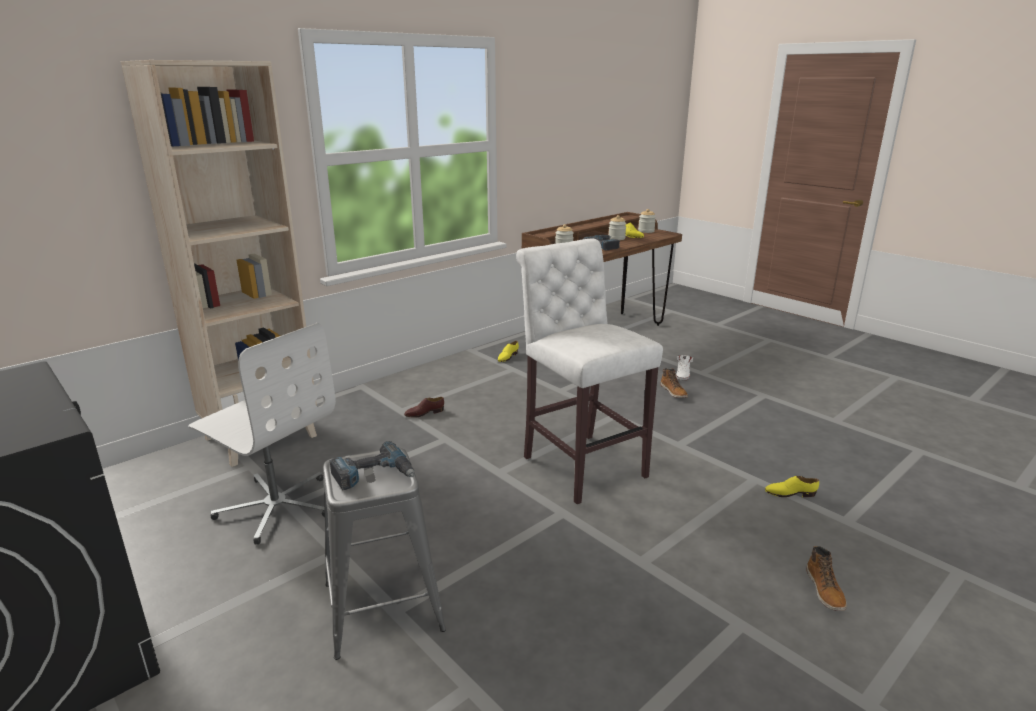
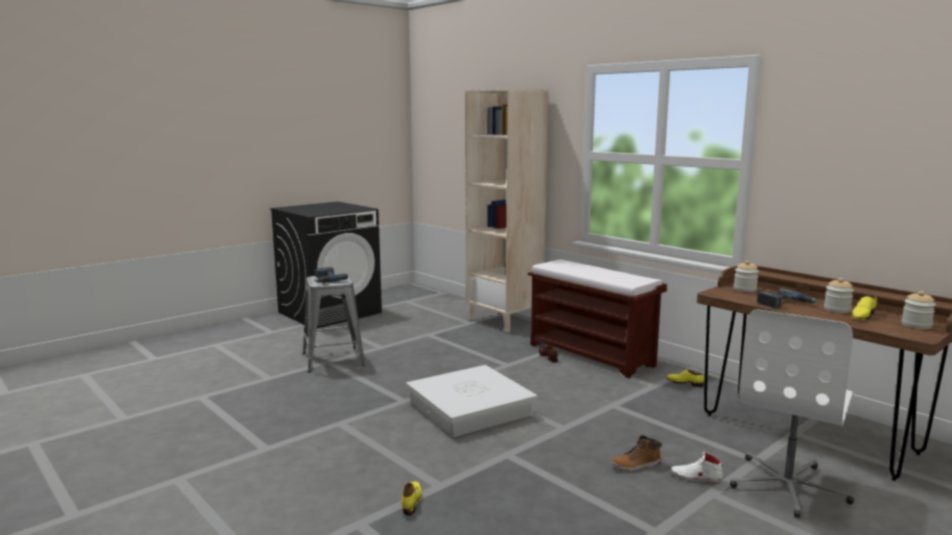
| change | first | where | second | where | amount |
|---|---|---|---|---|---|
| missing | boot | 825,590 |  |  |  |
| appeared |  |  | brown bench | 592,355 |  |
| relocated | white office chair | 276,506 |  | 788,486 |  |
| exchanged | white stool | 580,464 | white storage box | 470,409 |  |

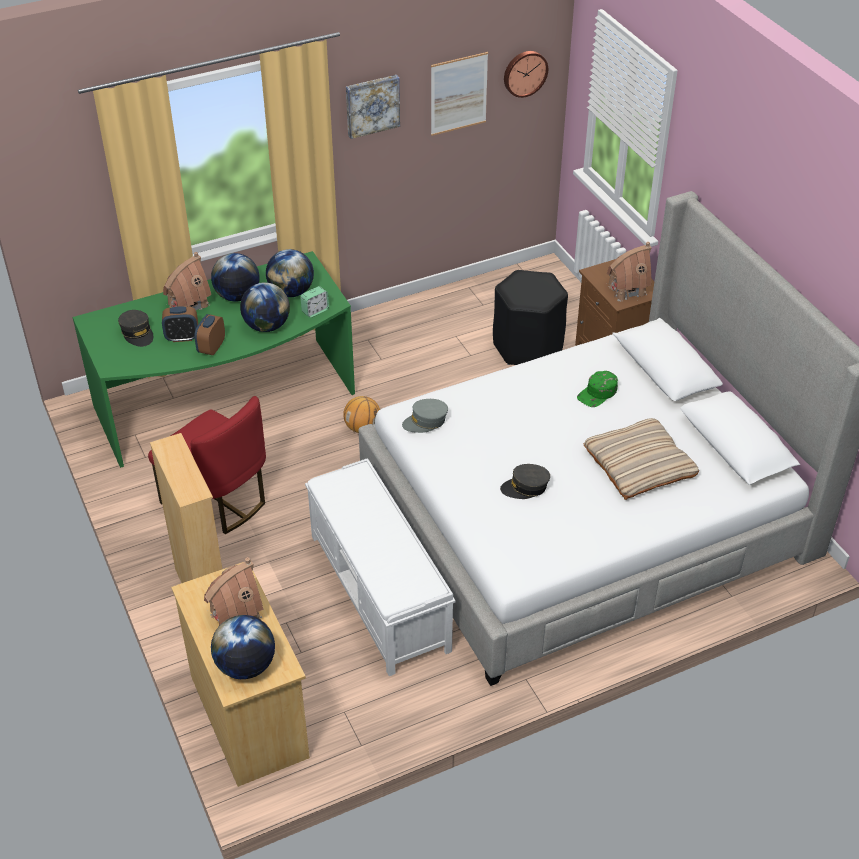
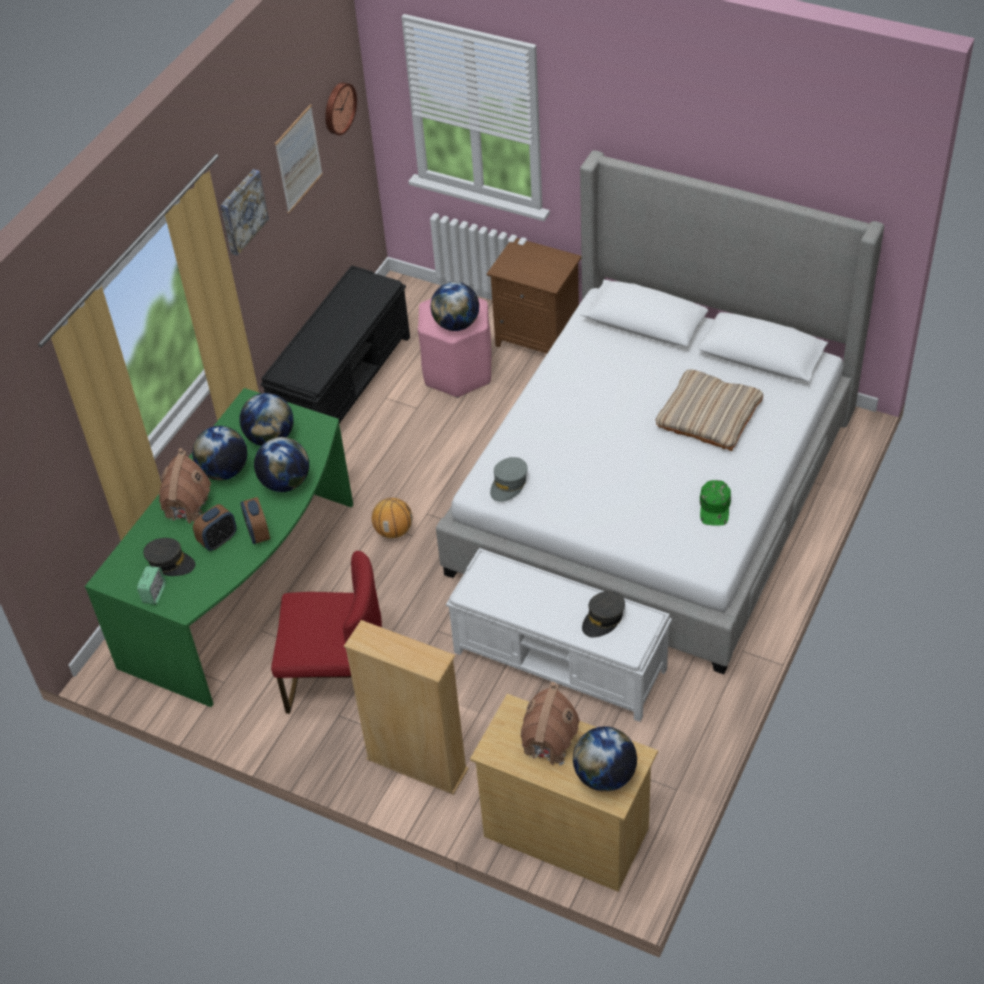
| change | first | where | second | where | amount |
|---|---|---|---|---|---|
| missing | toy house | 627,289 |  |  |  |
| appeared |  |  | black bench | 344,383 |  |
| appeared |  |  | globe | 456,324 |  |
| relocated | alarm clock | 315,311 |  | 154,593 |  |
| relocated | grey cap | 525,487 |  | 603,619 |  |
| relocated | green cap | 597,393 |  | 715,507 |  |
| colour | black stool | 528,347 | pink stool | 458,371 |  |

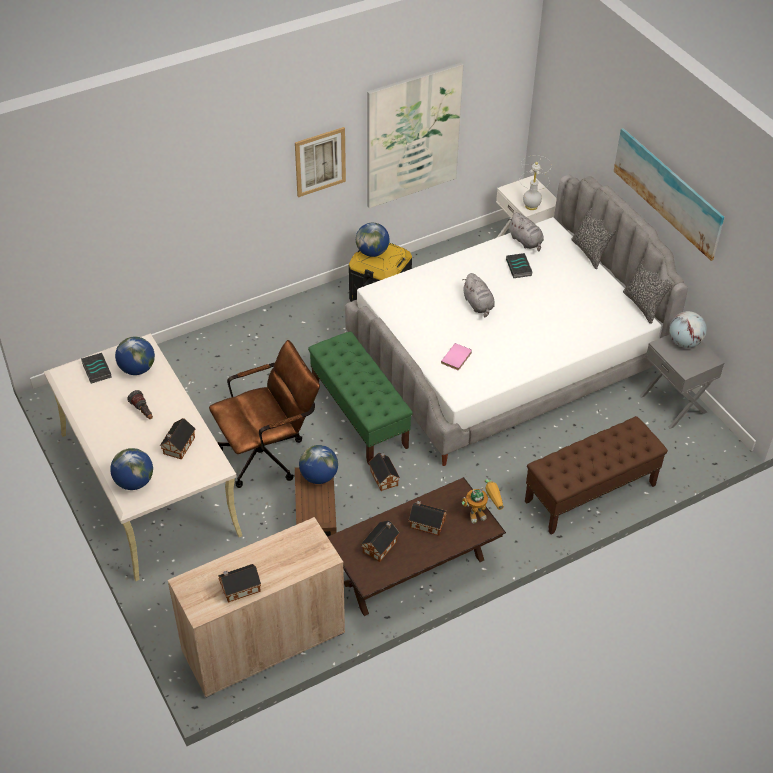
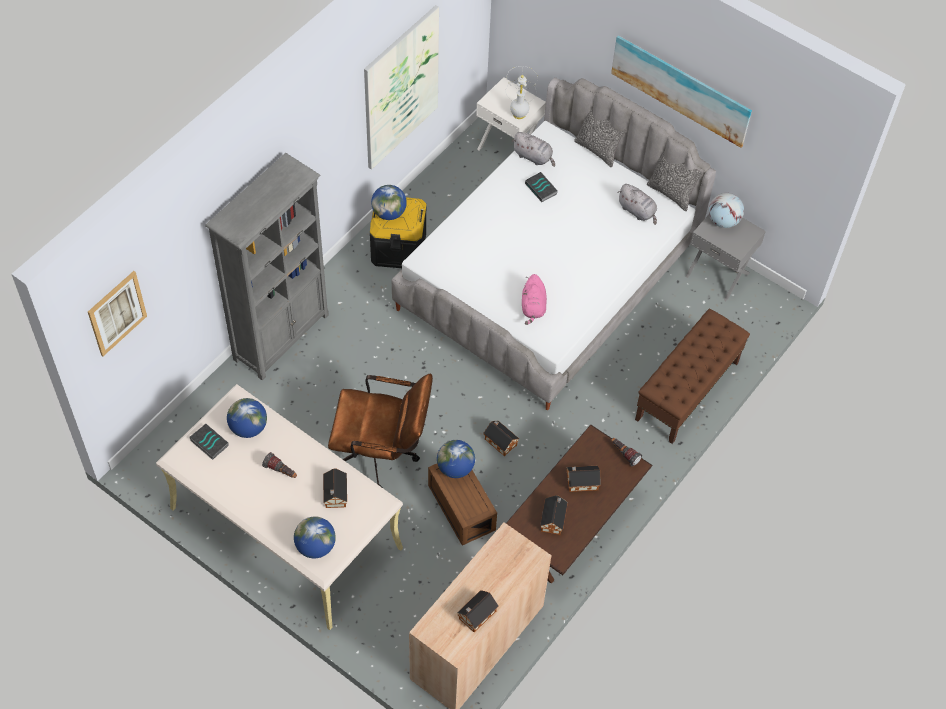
| change | first | where | second | where | amount |
|---|---|---|---|---|---|
| missing | green bench | 359,416 |  |  |  |
| appeared |  |  | grey bookcase | 282,336 |  |
| relocated | picture | 320,161 |  | 117,313 |  |
| relocated | grey plush toy | 478,305 |  | 637,211 |  |
| exchanged | pink book | 457,358 | pink plush toy | 533,307 |  |
| exchanged | toy robot | 482,513 | flashlight | 624,454 |  |
| spun | brown office chair | 269,453 |  | 382,455 | 60 degrees clockwise |

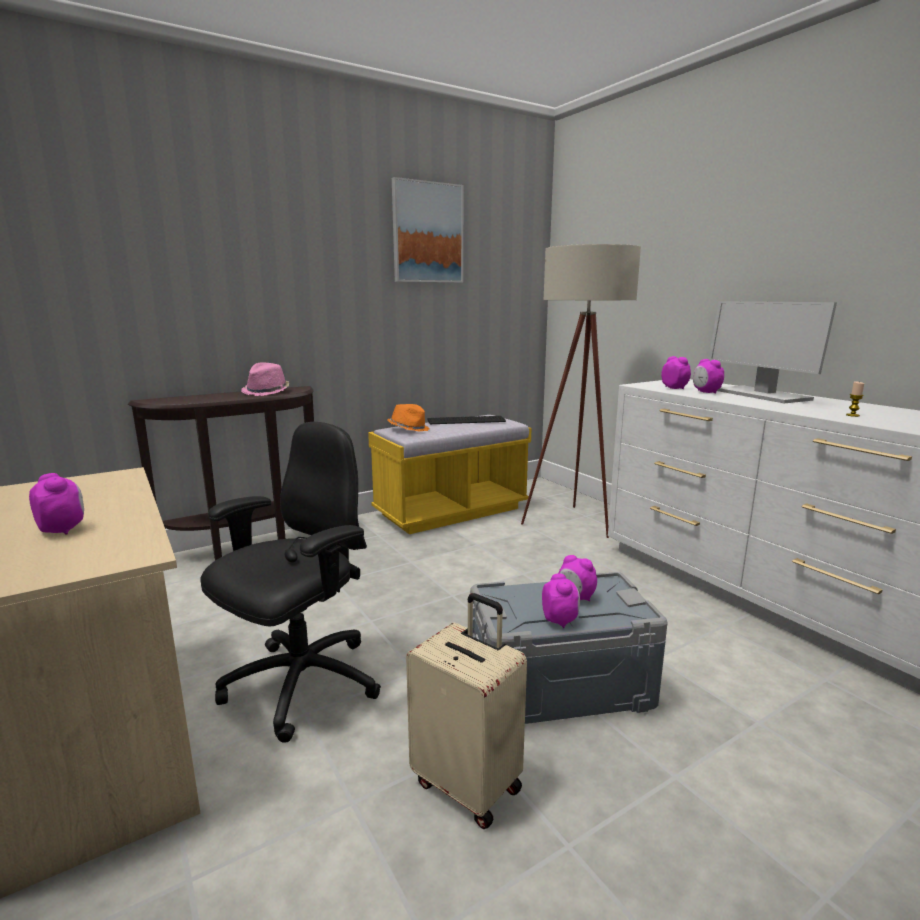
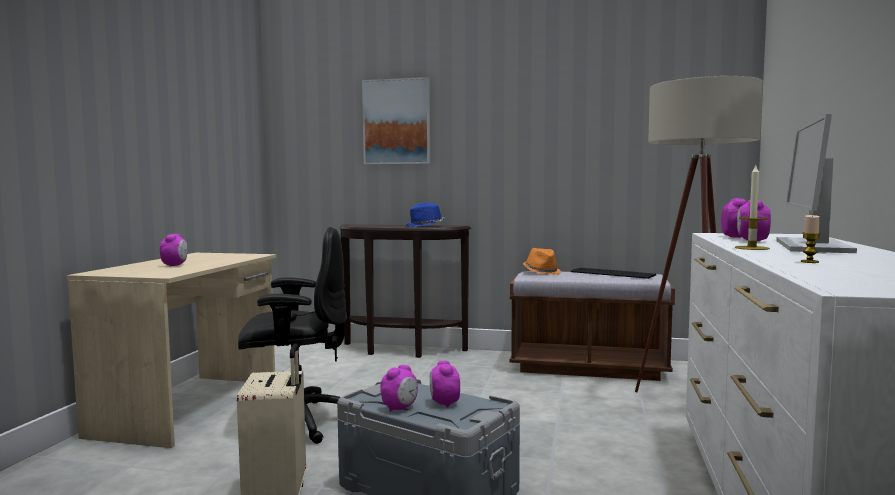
| change | first | where | second | where | amount |
|---|---|---|---|---|---|
| appeared |  |  | candle | 752,248 |  |
| relocated | picture | 427,233 |  | 397,122 |  |
| colour | pink hat | 267,392 | blue hat | 425,226 |  |
| colour | yellow bench | 451,511 | brown bench | 588,367 |  |

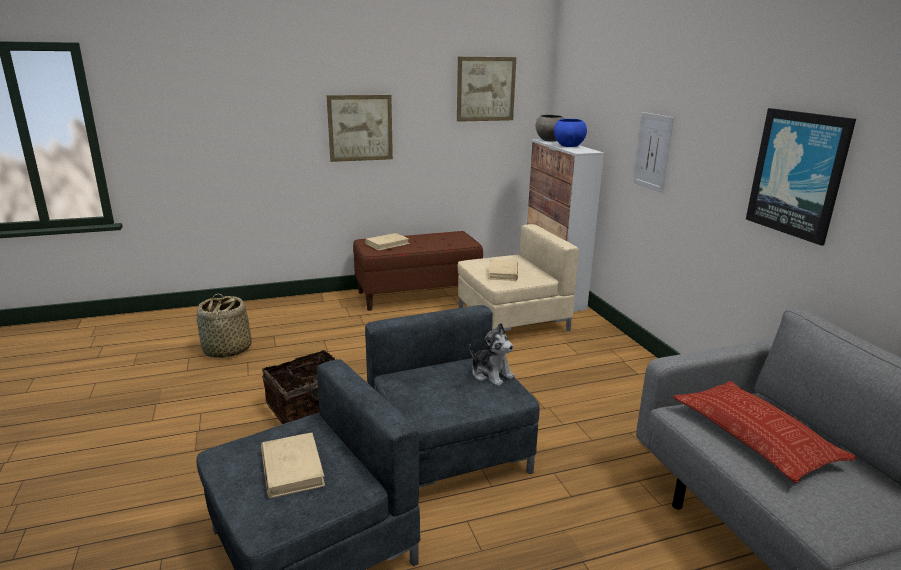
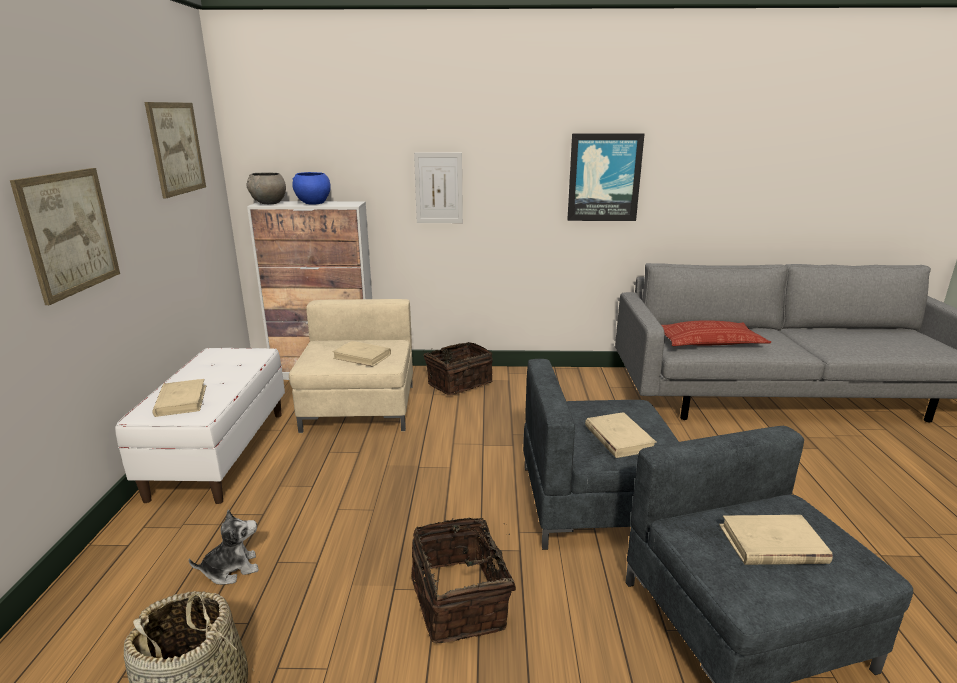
| change | first | where | second | where | amount |
|---|---|---|---|---|---|
| appeared |  |  | basket | 458,383 |  |
| appeared |  |  | beige book | 618,438 |  |
| relocated | plush toy | 491,374 |  | 231,569 |  |
| colour | brown bench | 417,294 | white bench | 220,453 |  |

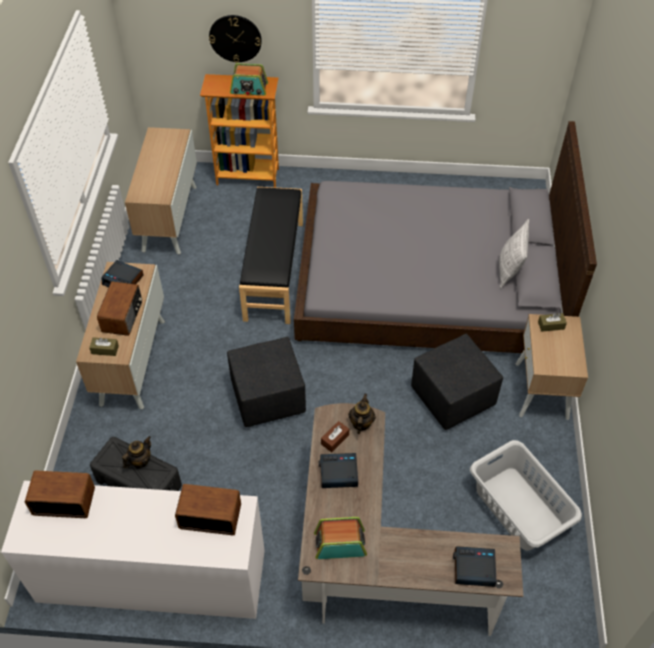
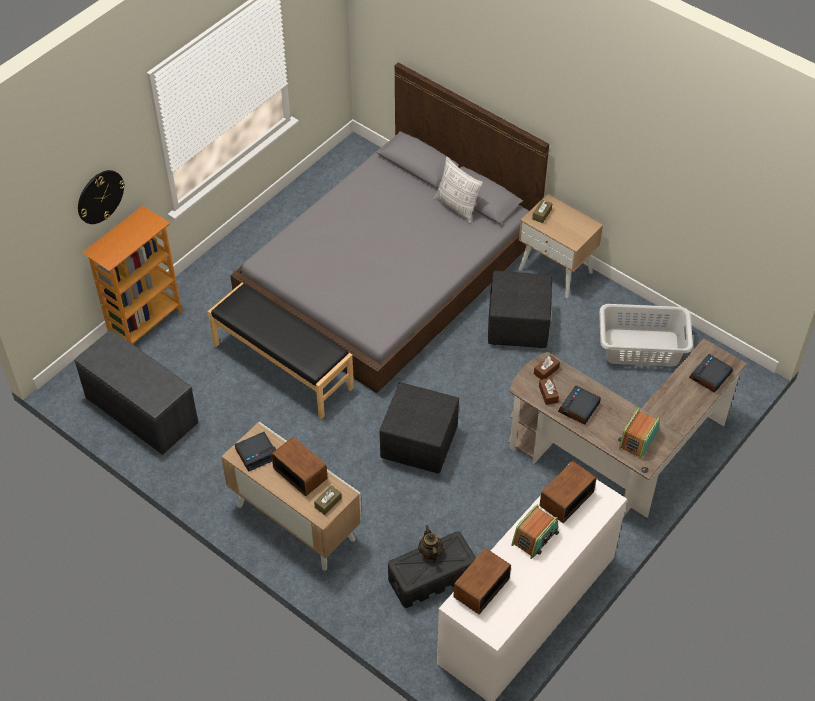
| change | first | where | second | where | amount |
|---|---|---|---|---|---|
| relocated | radio | 249,89 |  | 535,537 |  |
| exchanged | cabinet | 169,217 | grey bench | 140,410 |  |
| exchanged | teapot | 361,423 | brown tissue box | 546,371 |  |

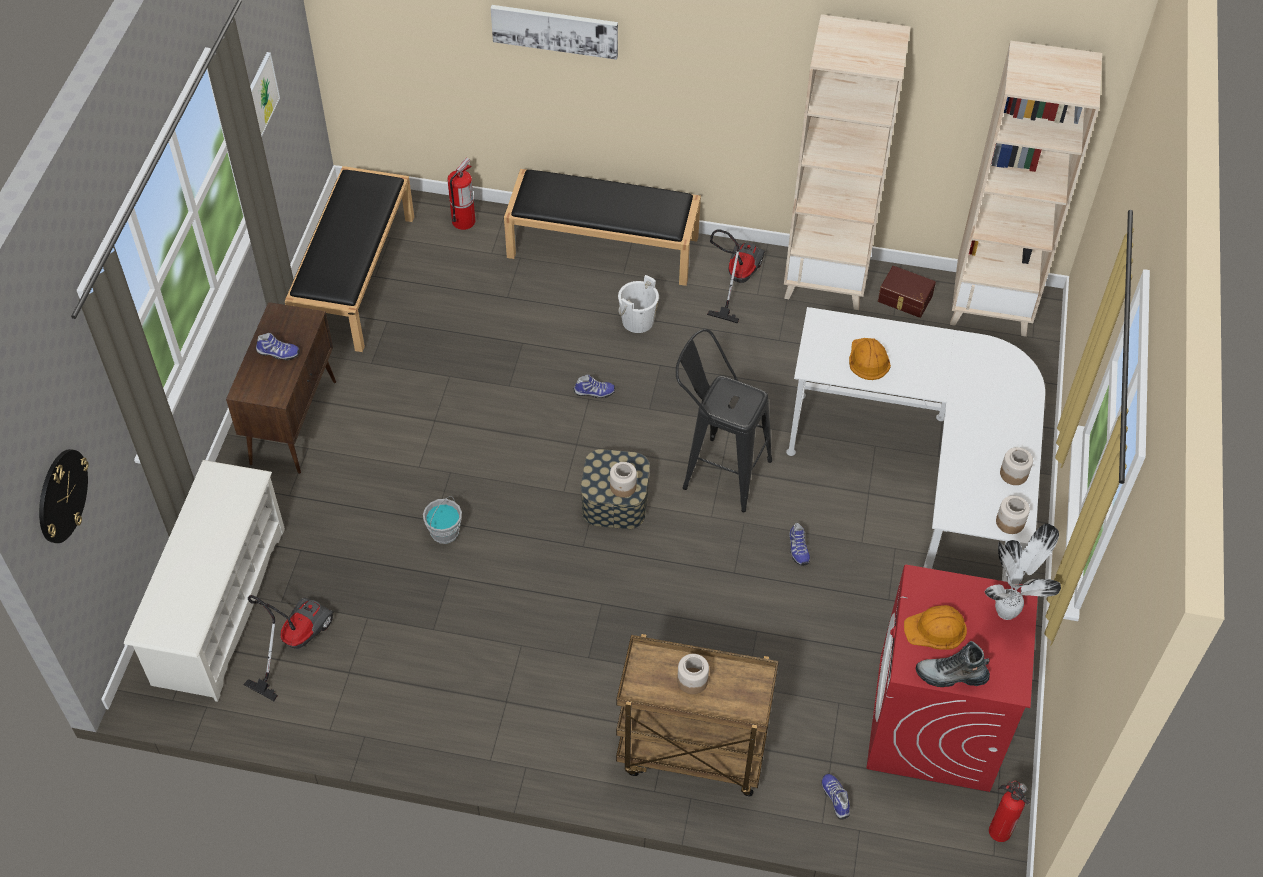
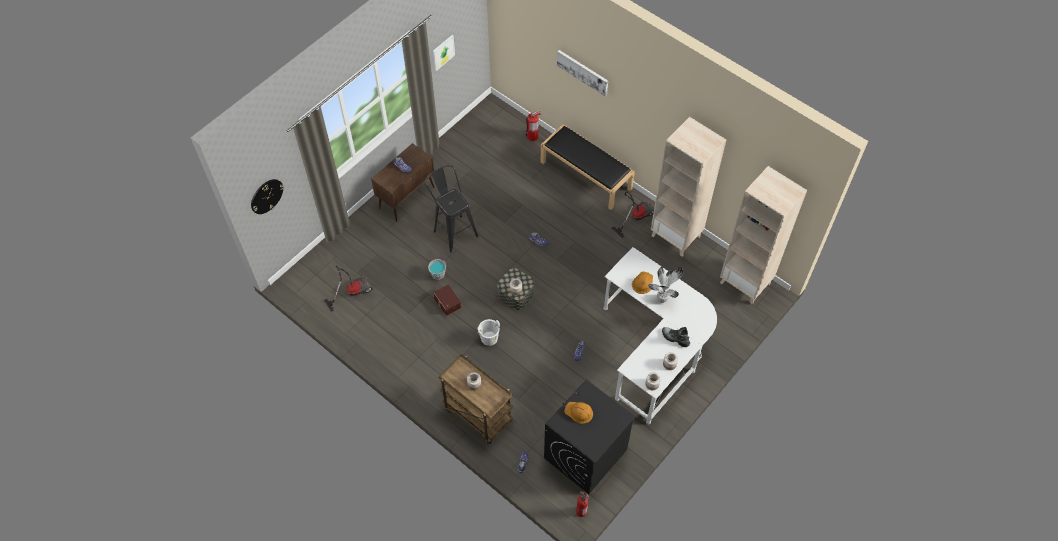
| change | first | where | second | where | amount |
|---|---|---|---|---|---|
| missing | white shoe rack | 219,605 |  |  |  |
| missing | black bench | 355,276 |  |  |  |
| relocated | white bucket | 638,321 |  | 489,338 |  |
| relocated | black stool | 718,470 |  | 453,230 |  |
| relocated | brown storage box | 904,299 |  | 447,303 |  |
| relocated | boot | 951,675 |  | 675,338 |  |
| relocated | potted plant | 1008,610 |  | 663,299 |  |
| colour | red washing machine | 934,723 | black washing machine | 585,454 |  |

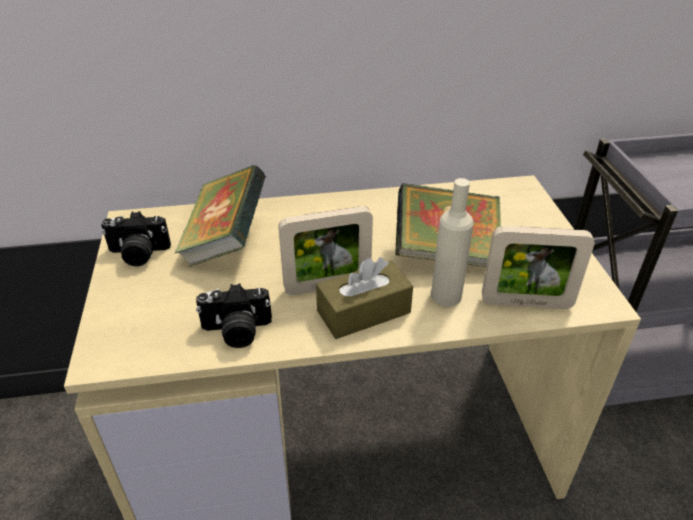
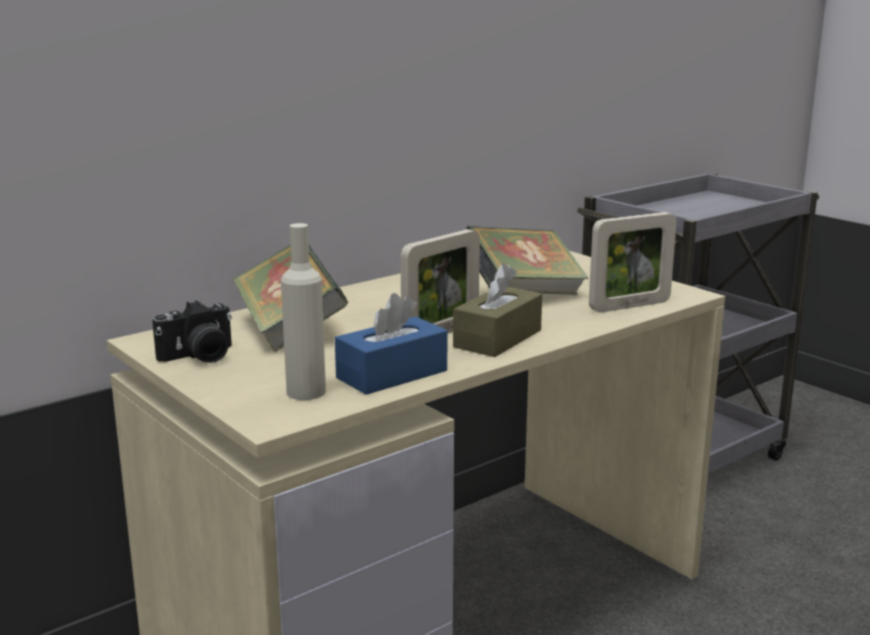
| change | first | where | second | where | amount |
|---|---|---|---|---|---|
| relocated | beige bottle | 446,295 |  | 306,392 |  |
| exchanged | photo camera | 236,331 | blue tissue box | 392,374 |  |

